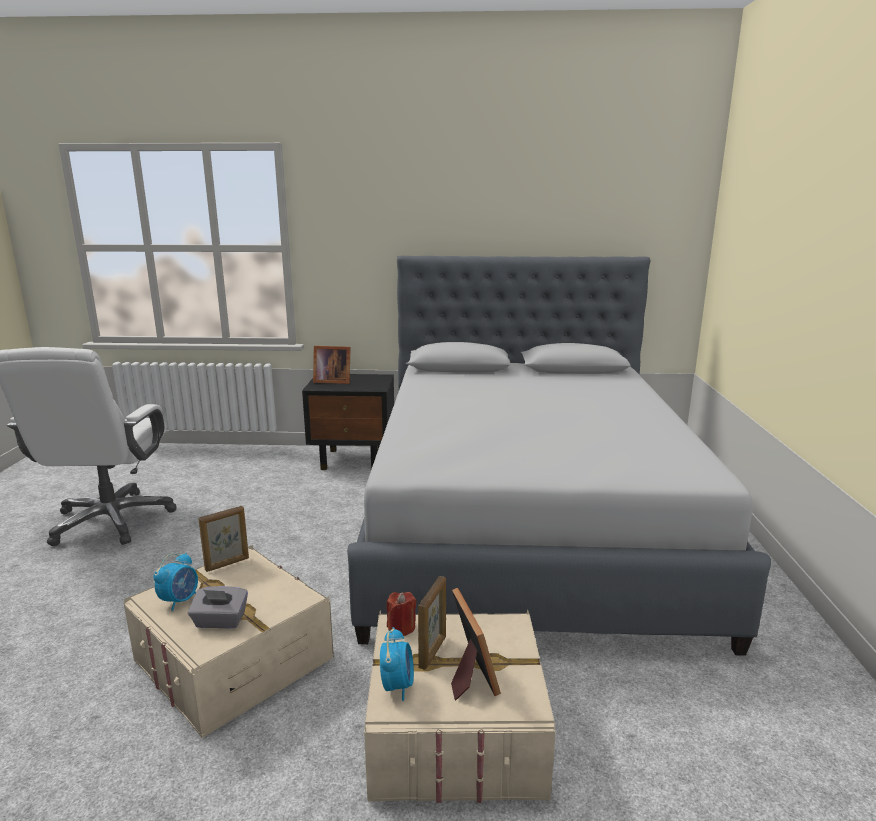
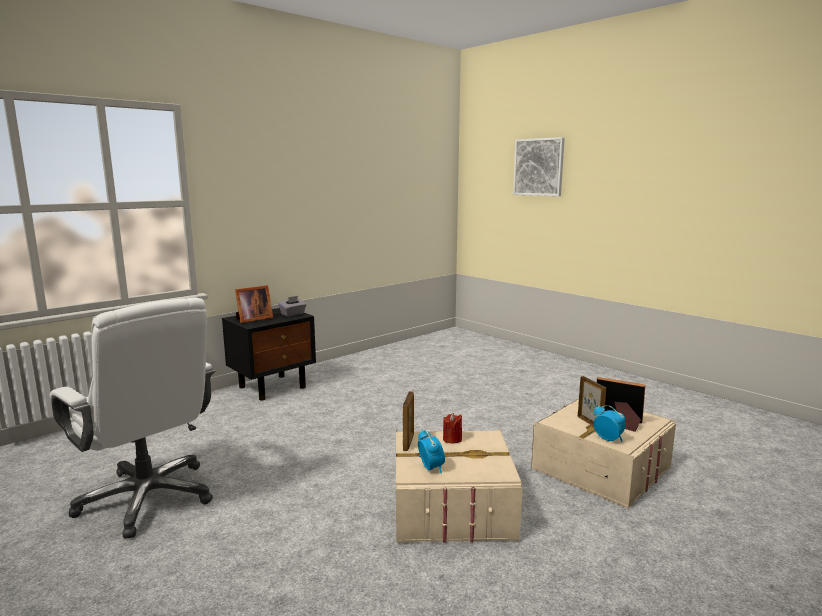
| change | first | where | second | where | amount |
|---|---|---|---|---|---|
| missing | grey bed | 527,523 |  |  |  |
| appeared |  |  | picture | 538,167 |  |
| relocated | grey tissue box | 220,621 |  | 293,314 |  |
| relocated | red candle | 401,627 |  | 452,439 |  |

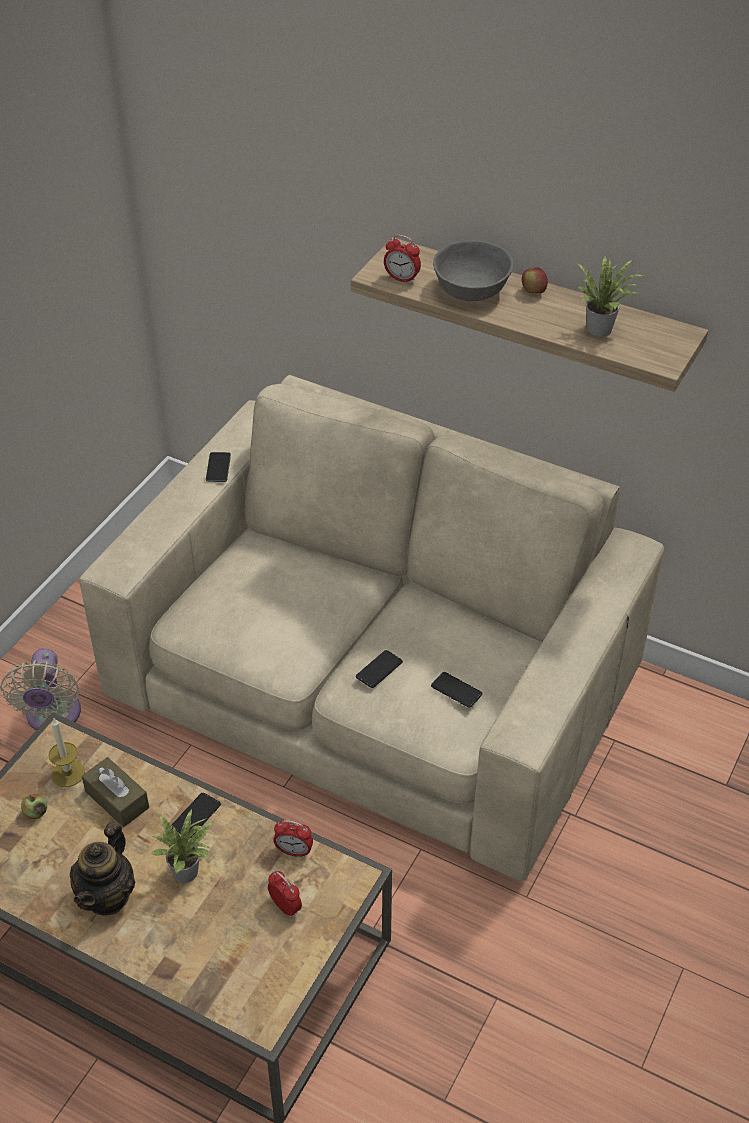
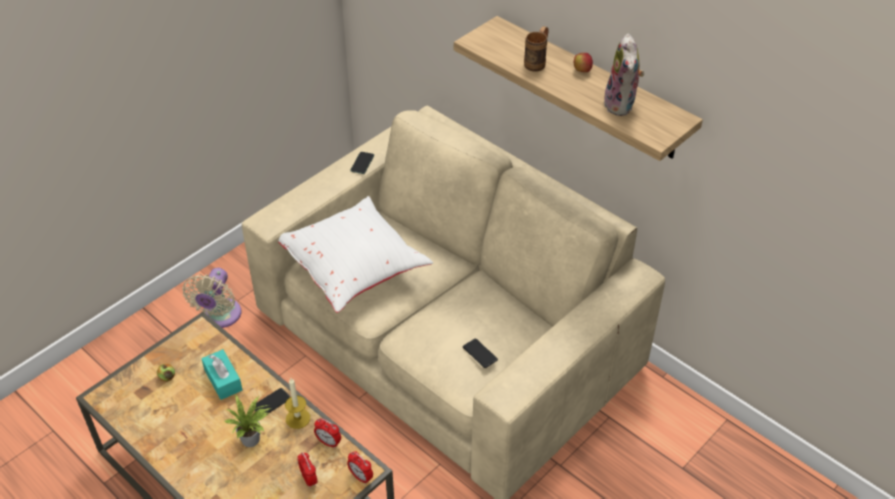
| change | first | where | second | where | amount |
|---|---|---|---|---|---|
| missing | teapot | 108,895 |  |  |  |
| missing | phone | 379,669 |  |  |  |
| appeared |  |  | white pillow | 354,268 |  |
| relocated | candle | 68,773 |  | 298,418 |  |
| relocated | alarm clock | 402,279 |  | 361,477 |  |
| exchanged | grey bowl | 472,290 | brown mug | 537,62 |  |
| exchanged | potted plant | 602,328 | plush toy | 621,105 |  |
| colour | brown tissue box | 117,799 | turquoise tissue box | 223,380 |  |

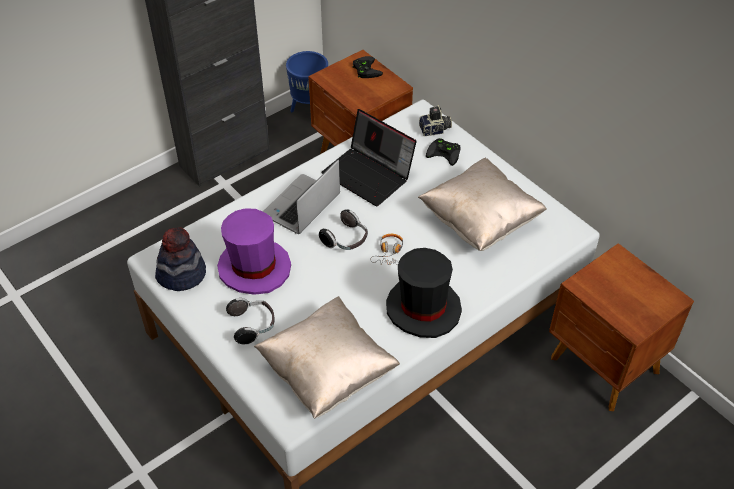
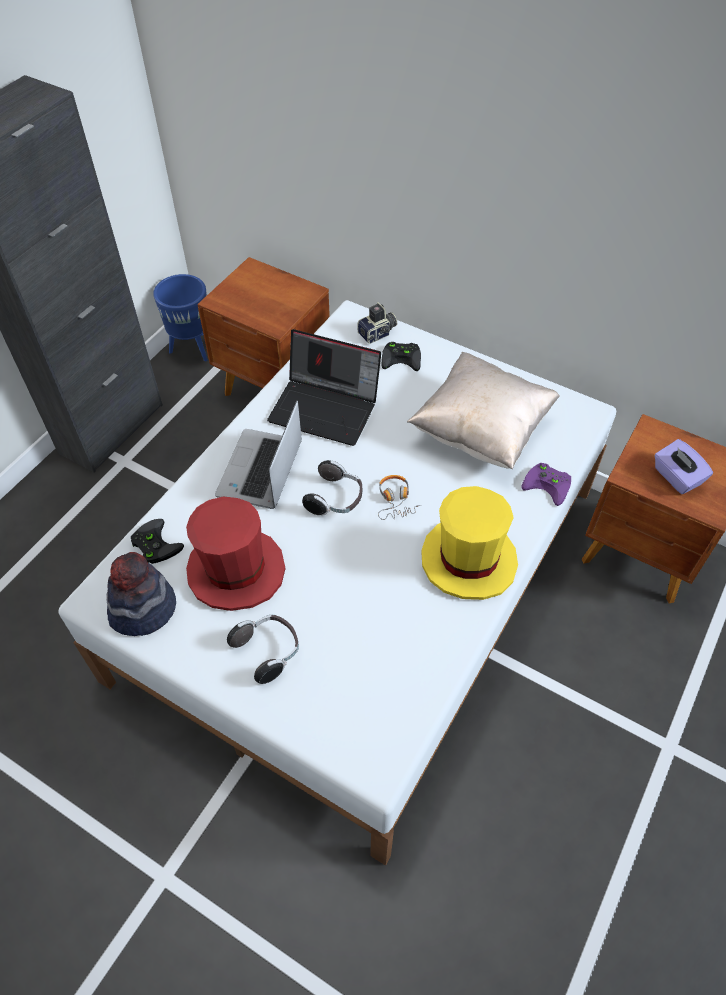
| change | first | where | second | where | amount |
|---|---|---|---|---|---|
| missing | beige pillow | 327,372 |  |  |  |
| appeared |  |  | purple game controller | 549,485 |  |
| appeared |  |  | purple tissue box | 676,477 |  |
| relocated | black game controller | 365,69 |  | 154,544 |  |
| colour | purple hat | 254,267 | red hat | 236,570 |  |
| colour | black hat | 423,308 | yellow hat | 468,560 |  |

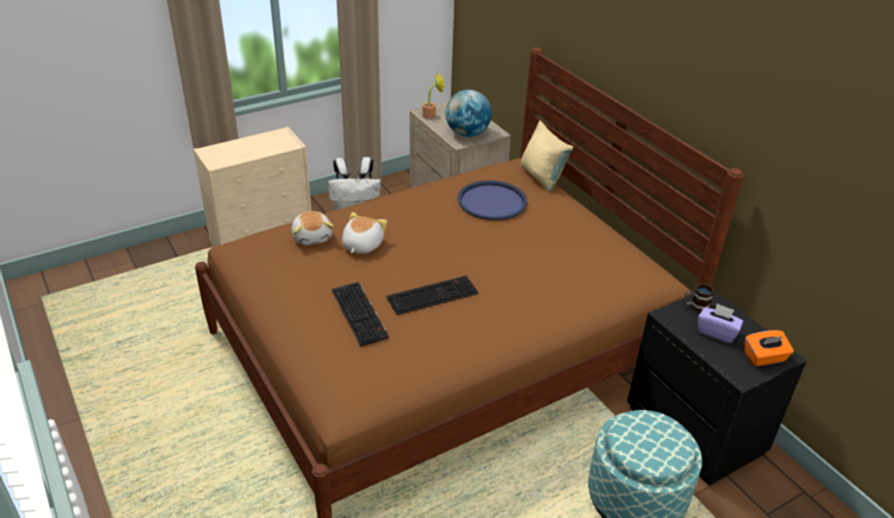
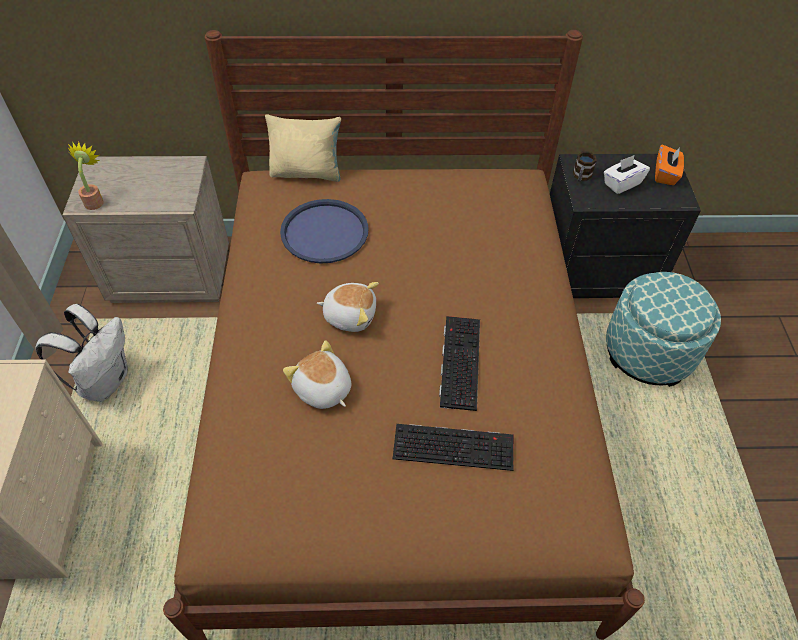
| change | first | where | second | where | amount |
|---|---|---|---|---|---|
| missing | globe | 467,134 |  |  |  |
| relocated | plush toy | 312,237 |  | 350,315 |  |
| colour | purple tissue box | 716,332 | white tissue box | 621,183 |  |

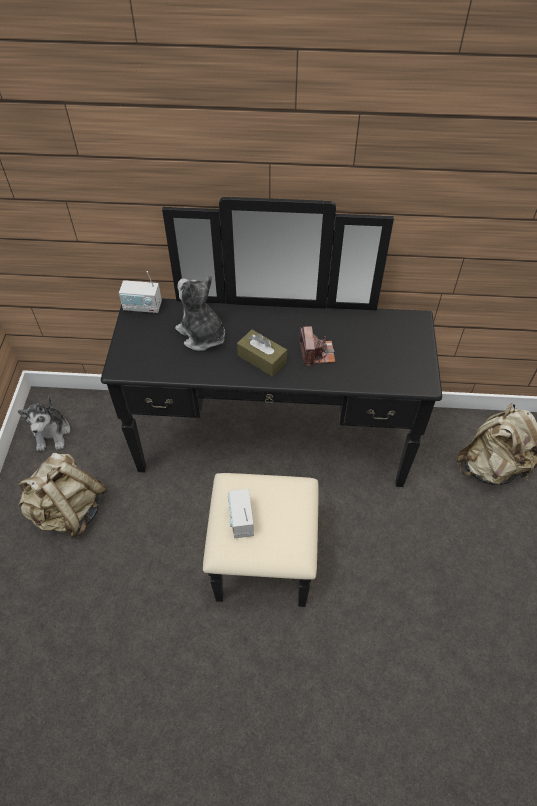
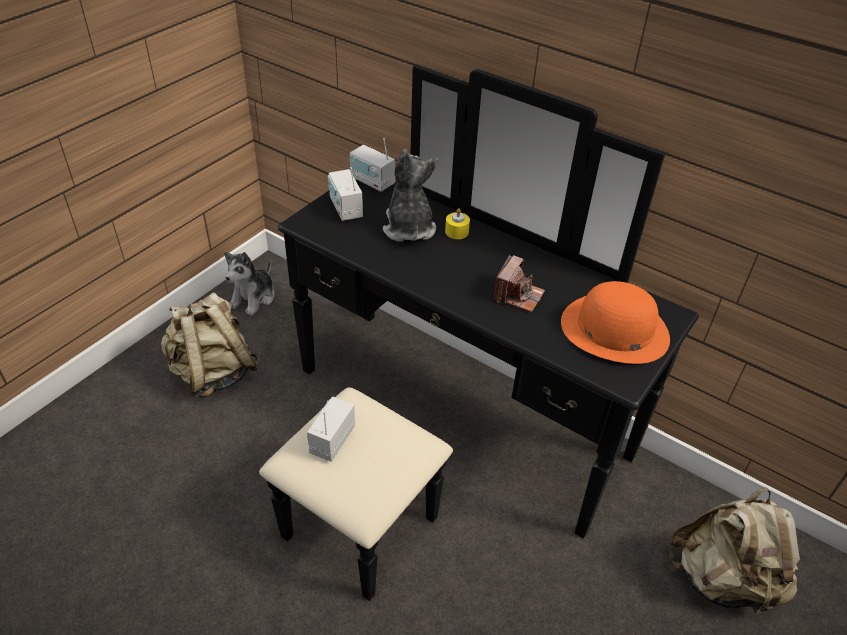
| change | first | where | second | where | amount |
|---|---|---|---|---|---|
| missing | brown tissue box | 262,359 |  |  |  |
| appeared |  |  | radio | 345,209 |  |
| appeared |  |  | yellow candle | 457,232 |  |
| appeared |  |  | orange hat | 614,329 |  |

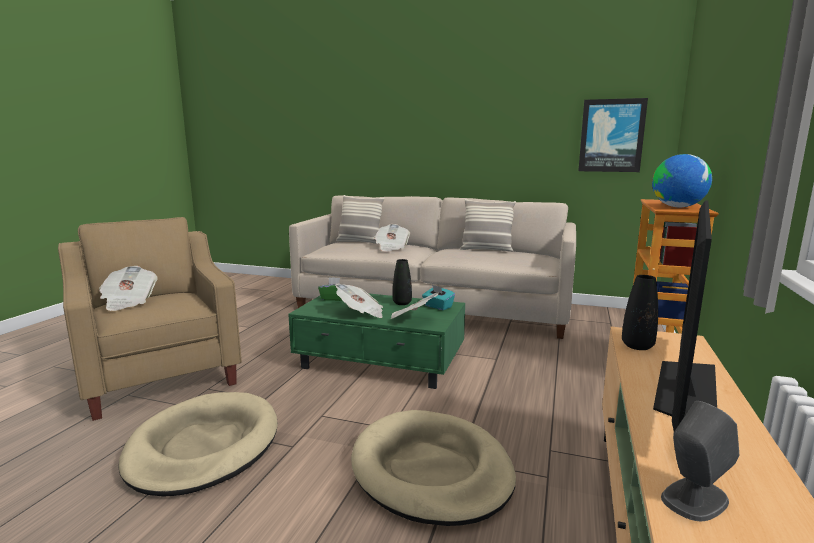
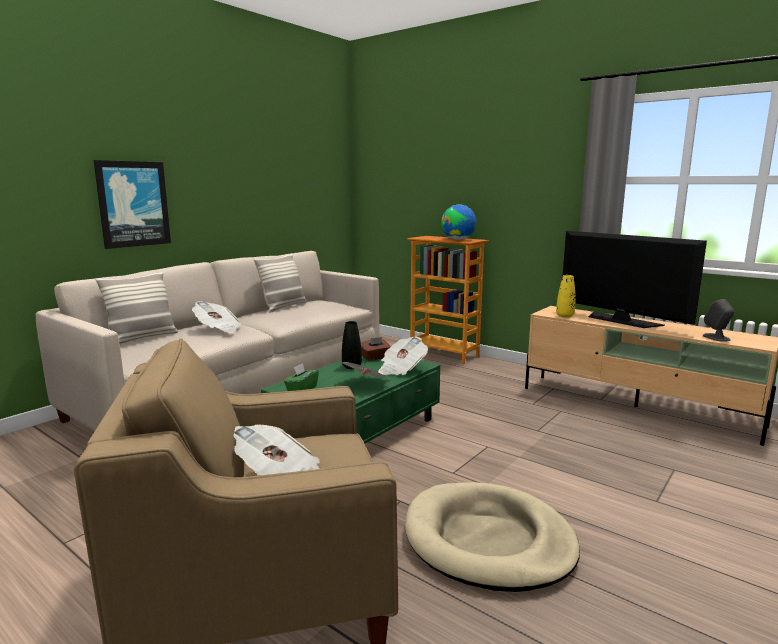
| change | first | where | second | where | amount |
|---|---|---|---|---|---|
| missing | beige dog bed | 431,470 |  |  |  |
| relocated | picture | 611,135 |  | 133,204 |  |
| colour | turquoise tissue box | 438,306 | brown tissue box | 375,357 |  |
| colour | black vase | 637,346 | yellow vase | 565,316 |  |

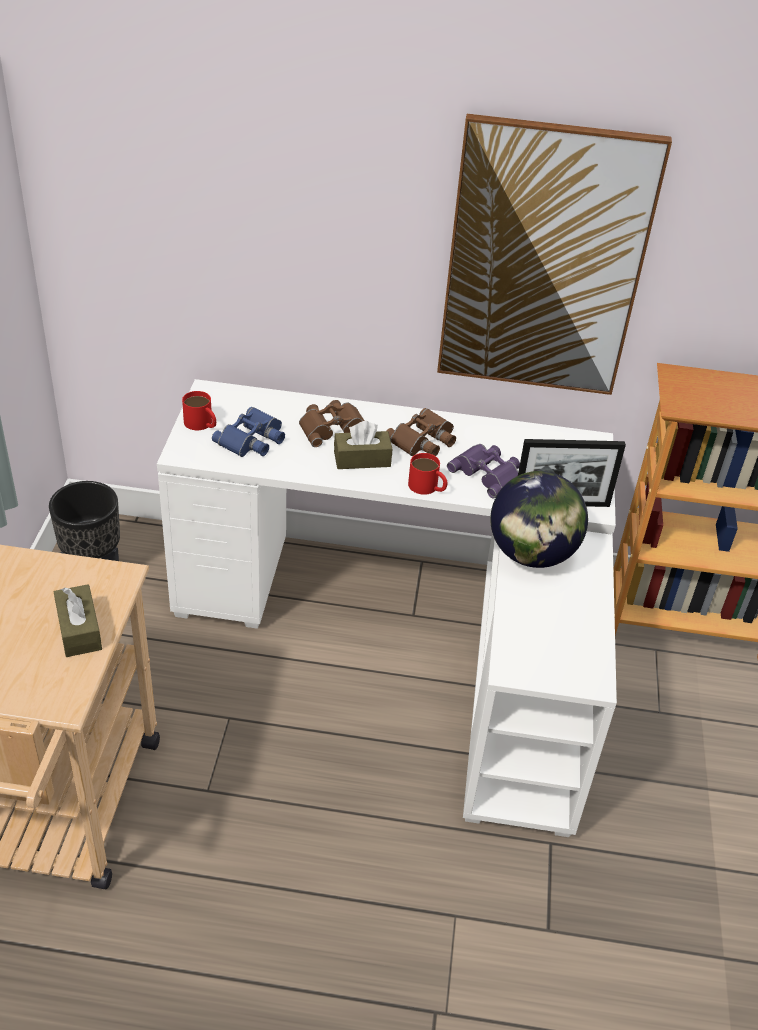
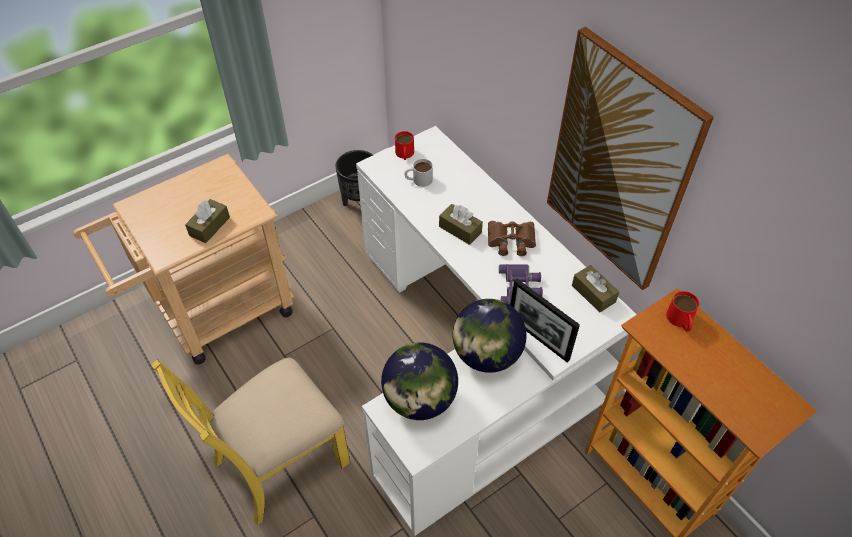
| change | first | where | second | where | amount |
|---|---|---|---|---|---|
| missing | brown binoculars | 332,427 |  |  |  |
| appeared |  |  | yellow chair | 279,461 |  |
| appeared |  |  | globe | 419,400 |  |
| appeared |  |  | brown tissue box | 593,293 |  |
| relocated | red mug | 427,487 |  | 680,321 |  |
| exchanged | blue binoculars | 253,439 | white mug | 418,180 |  |

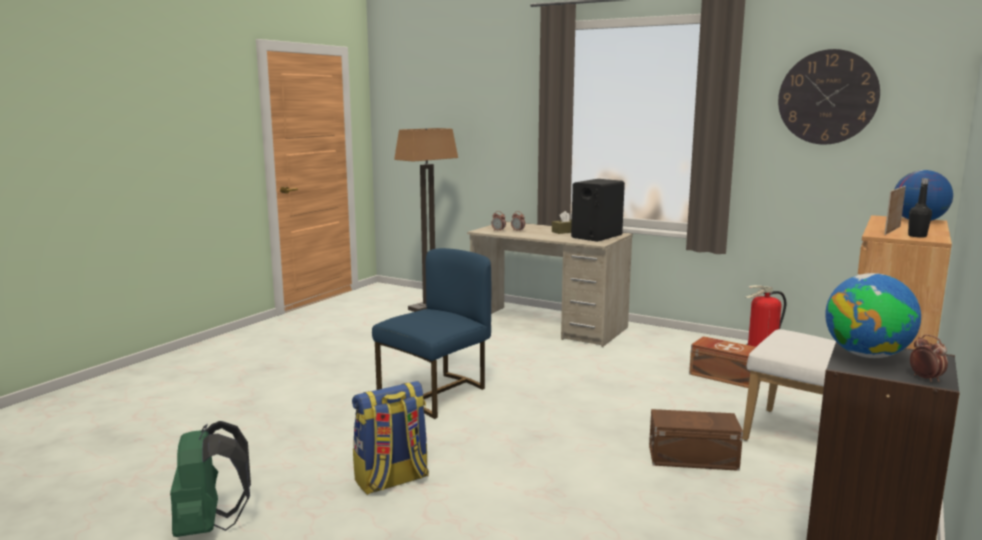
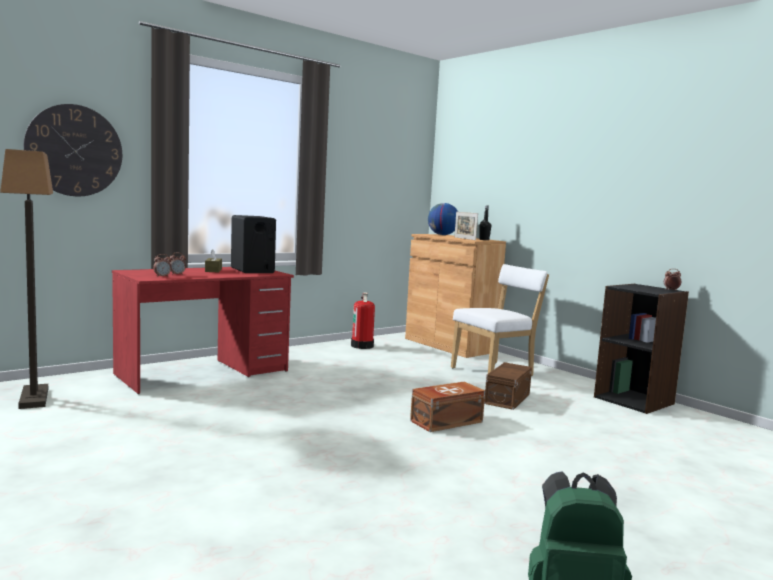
| change | first | where | second | where | amount |
|---|---|---|---|---|---|
| missing | backpack | 391,480 |  |  |  |
| missing | blue chair | 436,393 |  |  |  |
| missing | globe | 867,355 |  |  |  |
| relocated | brown storage box | 725,376 |  | 445,421 |  |
| relocated | wall clock | 827,97 |  | 74,150 |  |
| colour | beige desk | 548,326 | red desk | 204,373 |  |

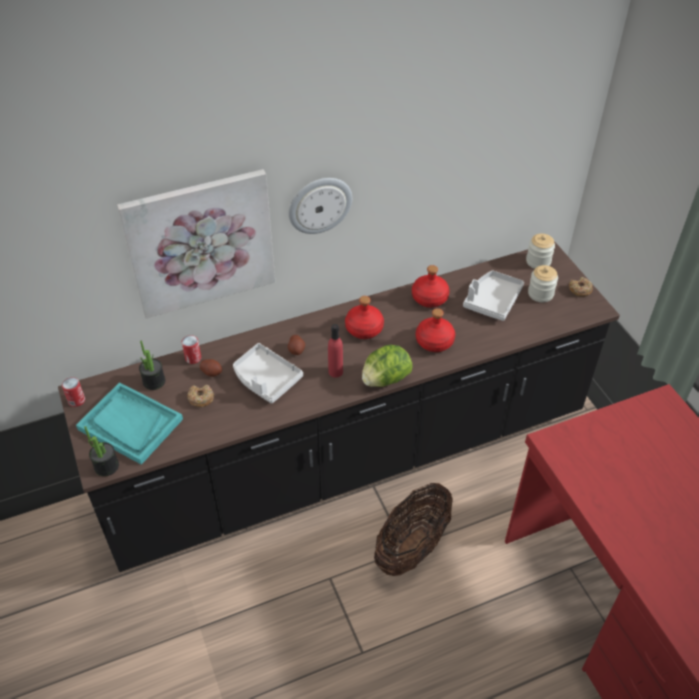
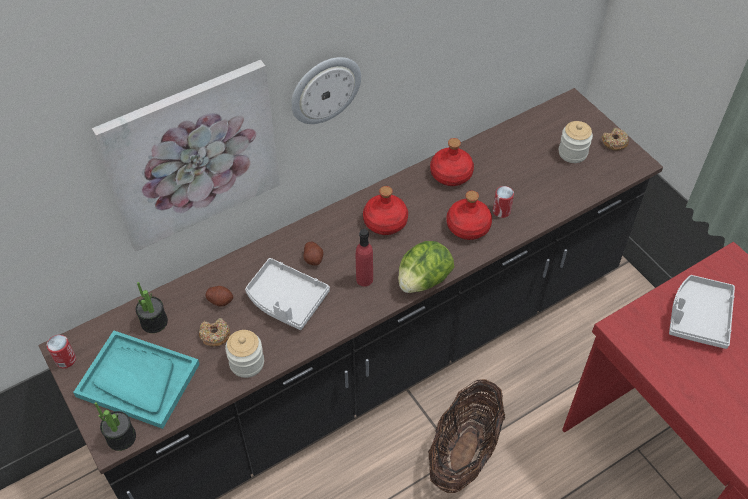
| change | first | where | second | where | amount |
|---|---|---|---|---|---|
| relocated | can | 193,358 |  | 501,211 |  |
| relocated | grey tray | 492,301 |  | 698,317 |  |
| relocated | jar | 538,261 |  | 247,363 |  |

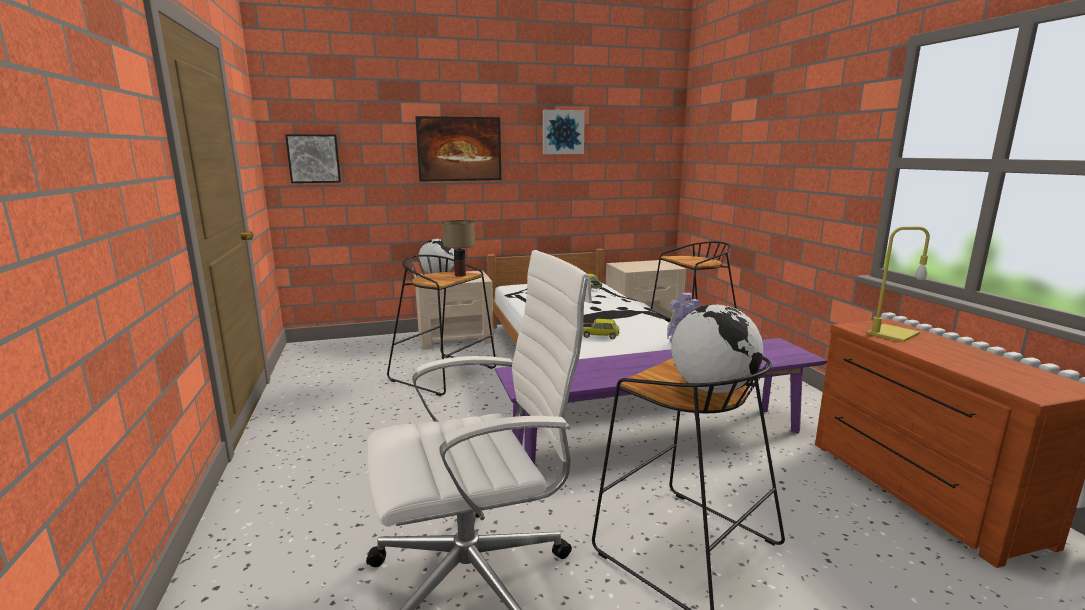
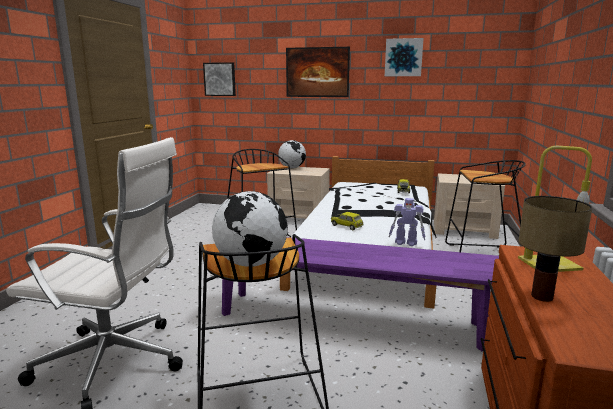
| change | first | where | second | where | amount |
|---|---|---|---|---|---|
| relocated | table lamp | 460,275 |  | 542,296 |  |

